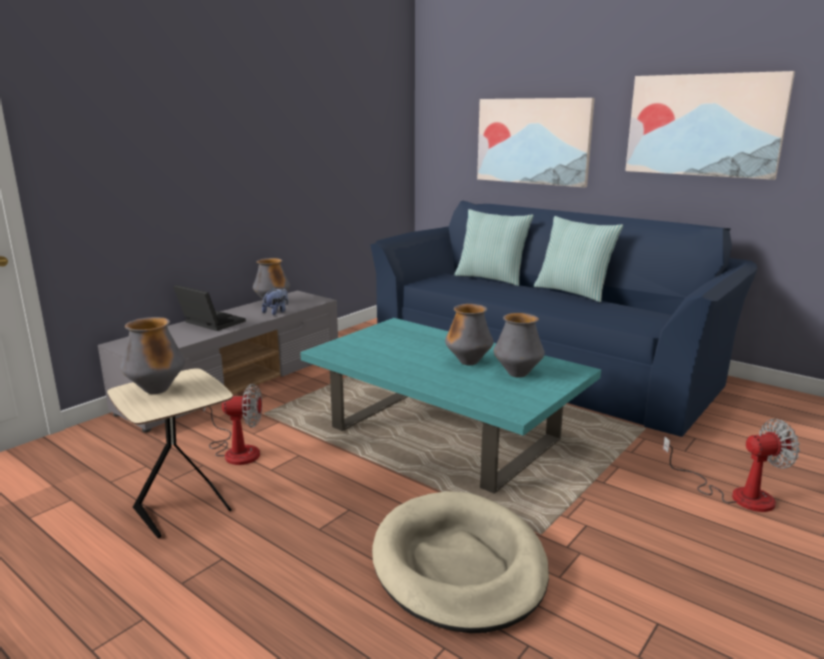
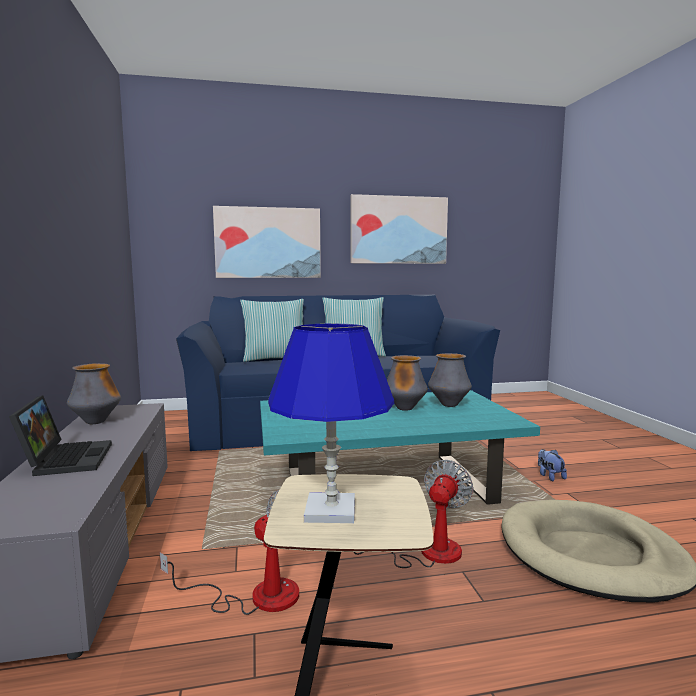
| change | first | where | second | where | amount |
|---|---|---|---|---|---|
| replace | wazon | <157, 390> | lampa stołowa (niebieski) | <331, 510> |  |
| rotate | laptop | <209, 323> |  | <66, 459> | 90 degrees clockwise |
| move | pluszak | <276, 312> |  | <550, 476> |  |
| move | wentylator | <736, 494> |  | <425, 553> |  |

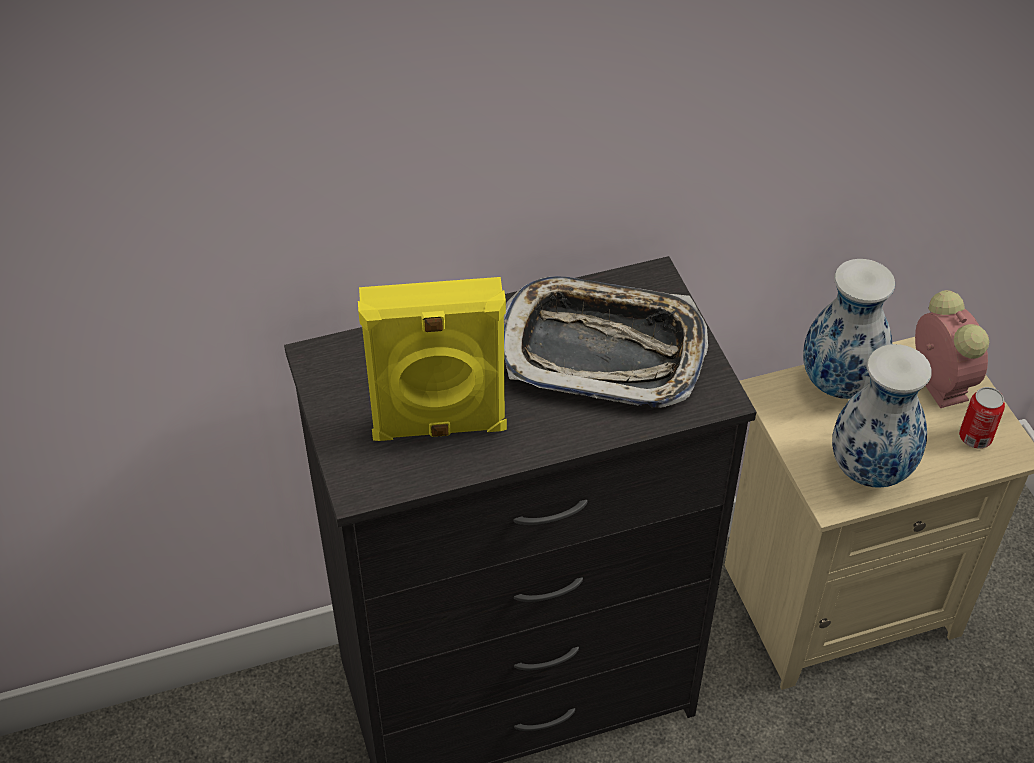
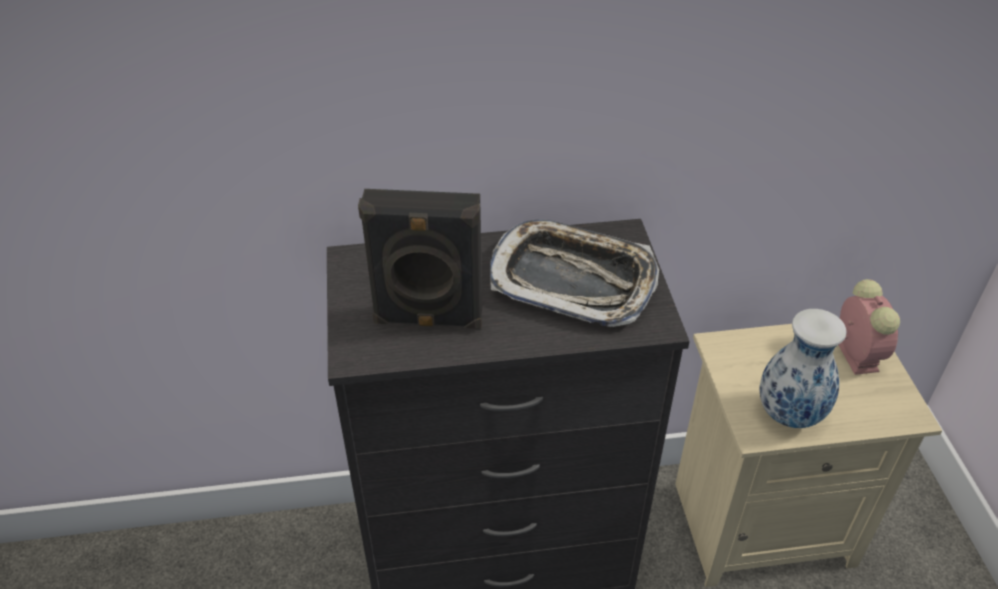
| change | first | where | second | where | amount |
|---|---|---|---|---|---|
| recolor | głośnik (żółty) | <439, 427> | głośnik (czarny) | <428, 320> |  |
| delete | wazon | <841, 384> |  |  |  |
| delete | puszka | <975, 437> |  |  |  |

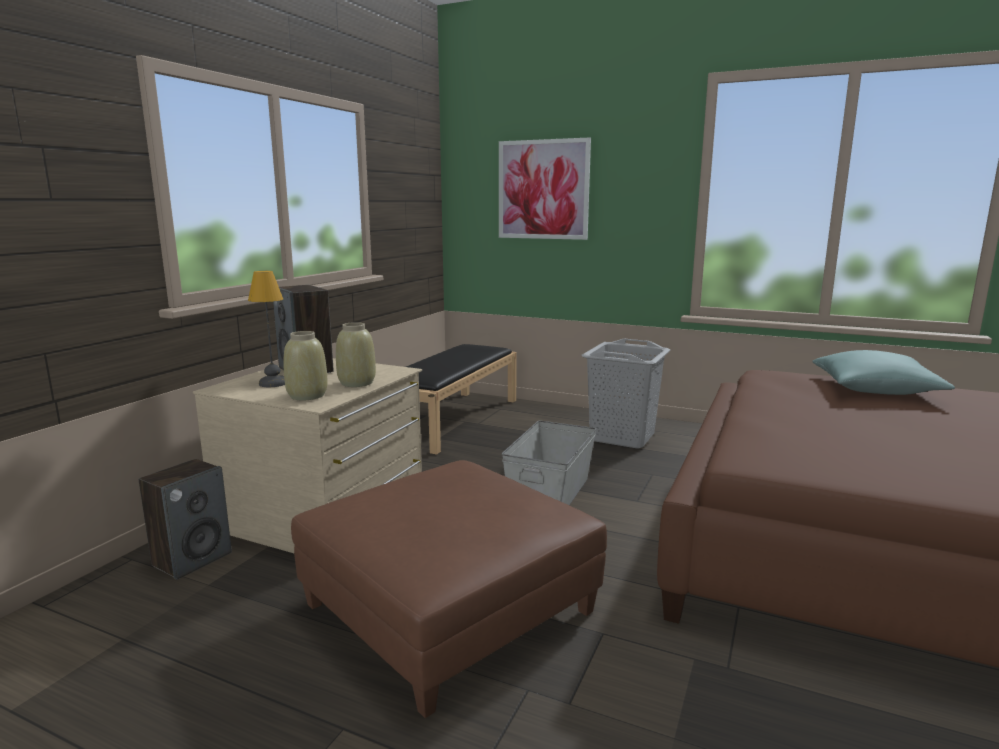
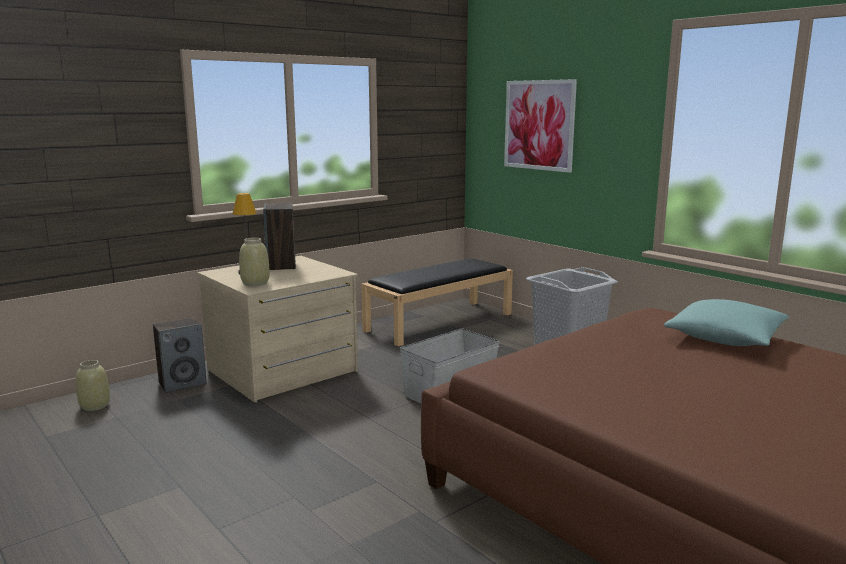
| change | first | where | second | where | amount |
|---|---|---|---|---|---|
| delete | pufa (brązowy) | <450, 608> |  |  |  |
| move | wazon (beżowy) | <356, 383> |  | <94, 406> |  |

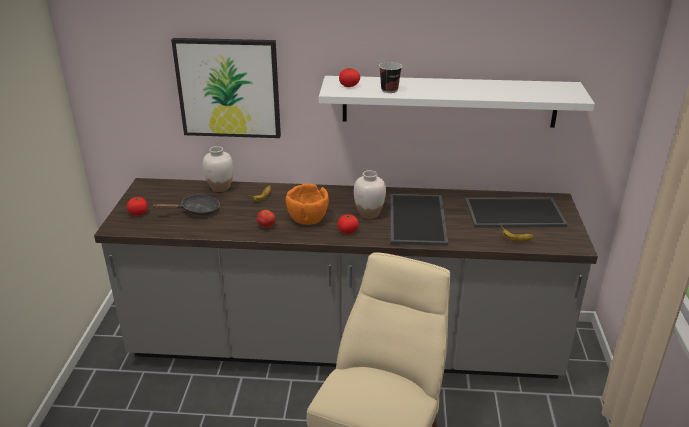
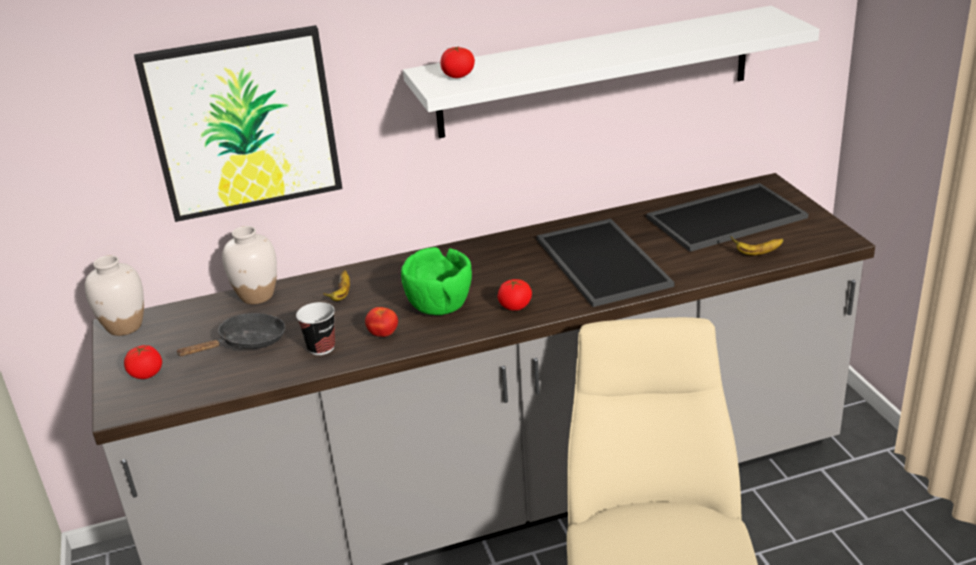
| change | first | where | second | where | amount |
|---|---|---|---|---|---|
| recolor | miska (pomarańczowy) | <307, 219> | miska (zielony) | <439, 306> |  |
| move | wazon (biały) | <369, 213> |  | <124, 327> |  |
| move | filiżanka | <389, 90> |  | <321, 347> |  |

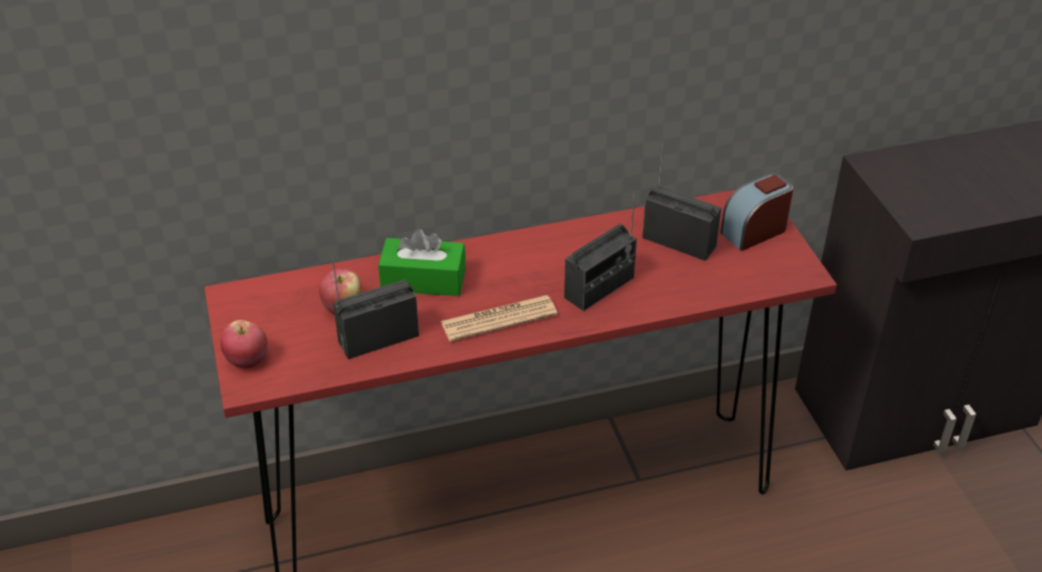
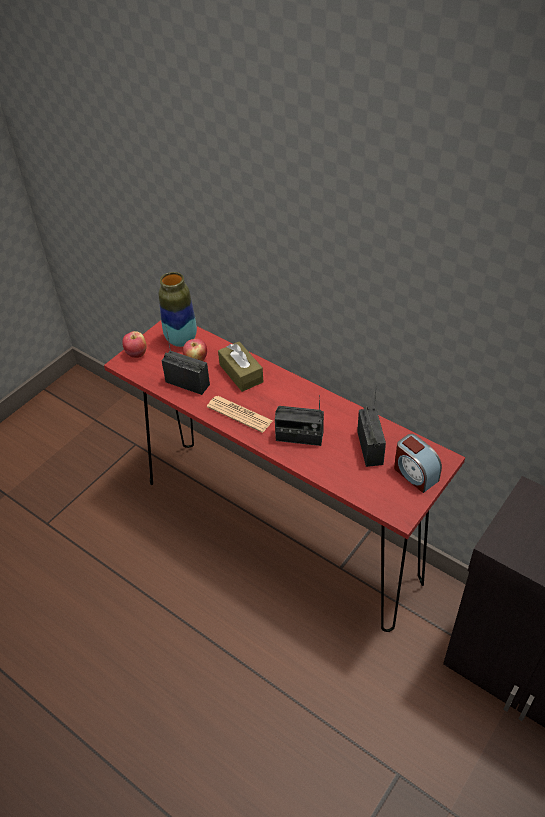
| change | first | where | second | where | amount |
|---|---|---|---|---|---|
| recolor | pudełko chusteczek (zielony) | <423, 280> | pudełko chusteczek (brązowy) | <241, 373> |  |
| rotate | budzik | <754, 231> |  | <415, 474> | 150 degrees counterclockwise |
| insert |  |  | wazon | <181, 339> |  |

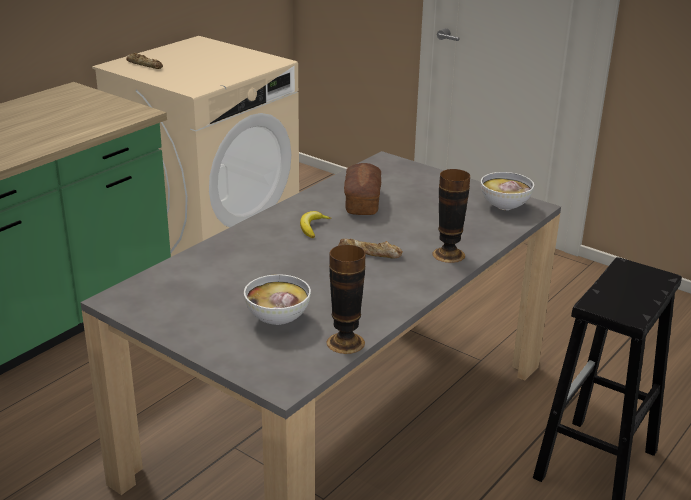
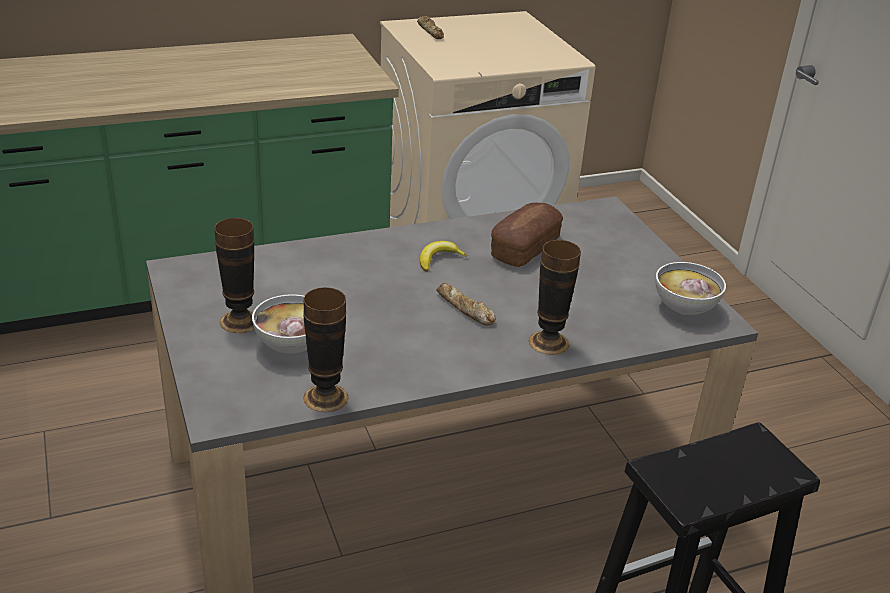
| change | first | where | second | where | amount |
|---|---|---|---|---|---|
| insert |  |  | wazon | <240, 321> |  |

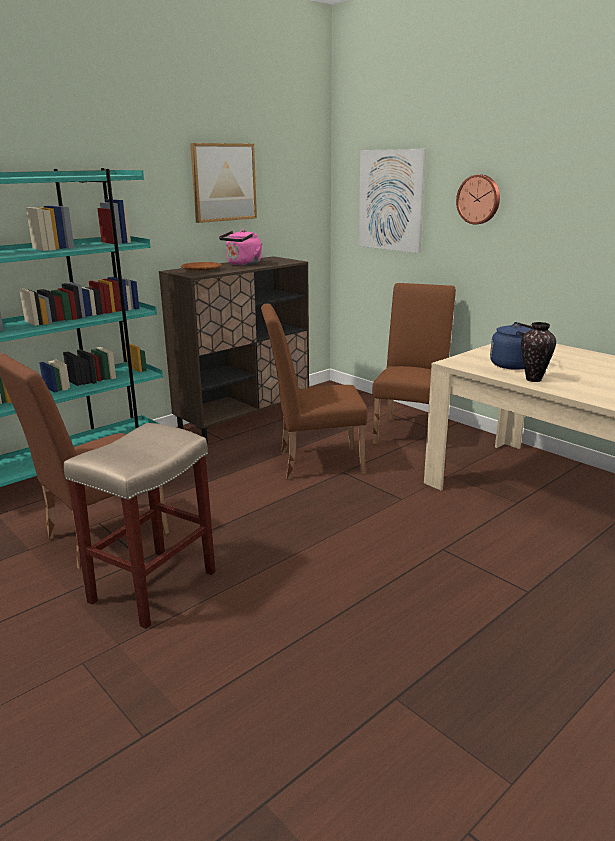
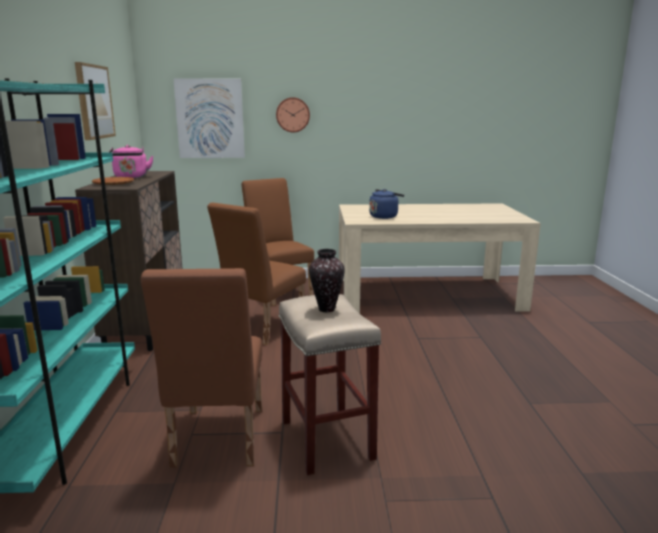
| change | first | where | second | where | amount |
|---|---|---|---|---|---|
| move | wazon | <534, 379> |  | <327, 309> |  |

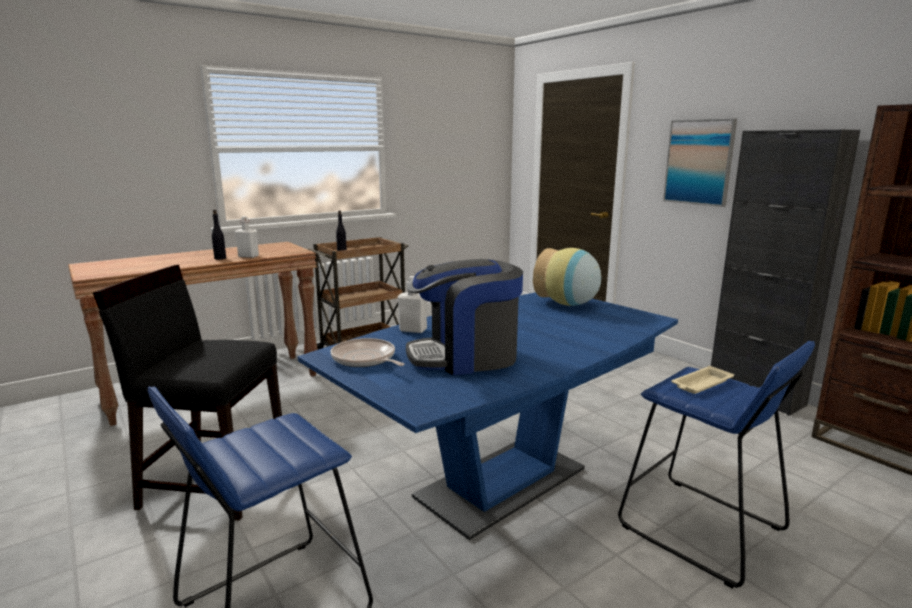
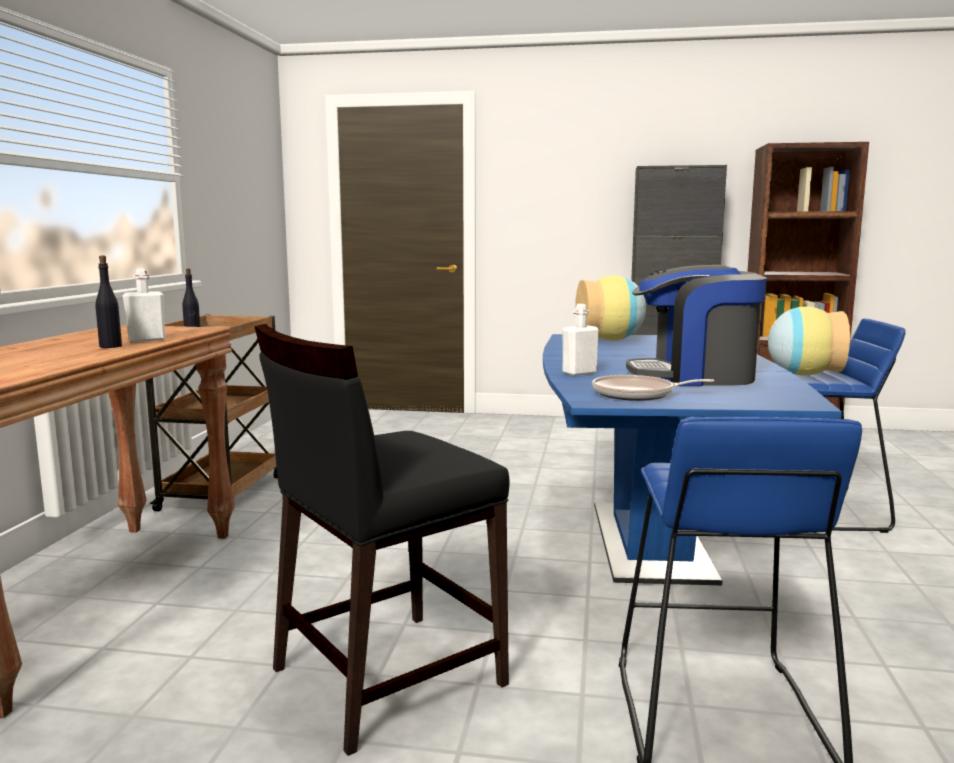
| change | first | where | second | where | amount |
|---|---|---|---|---|---|
| rotate | ekspres do kawy | <465, 357> |  | <694, 376> | 60 degrees clockwise |
| delete | obraz | <699, 162> |  |  |  |
| replace | taca (beżowy) | <701, 384> | wazon | <803, 374> |  |

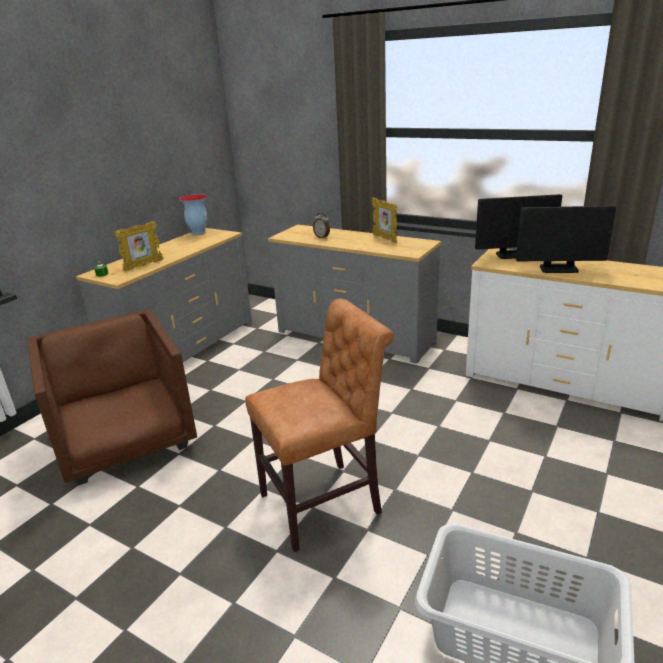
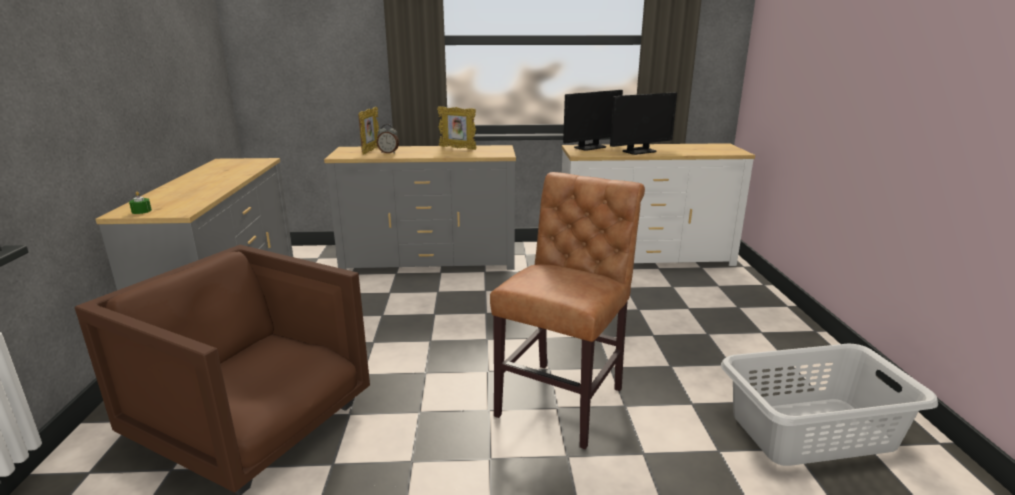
| change | first | where | second | where | amount |
|---|---|---|---|---|---|
| move | ramka na zdjęcie | <143, 266> |  | <371, 151> |  |
| delete | wazon | <198, 232> |  |  |  |

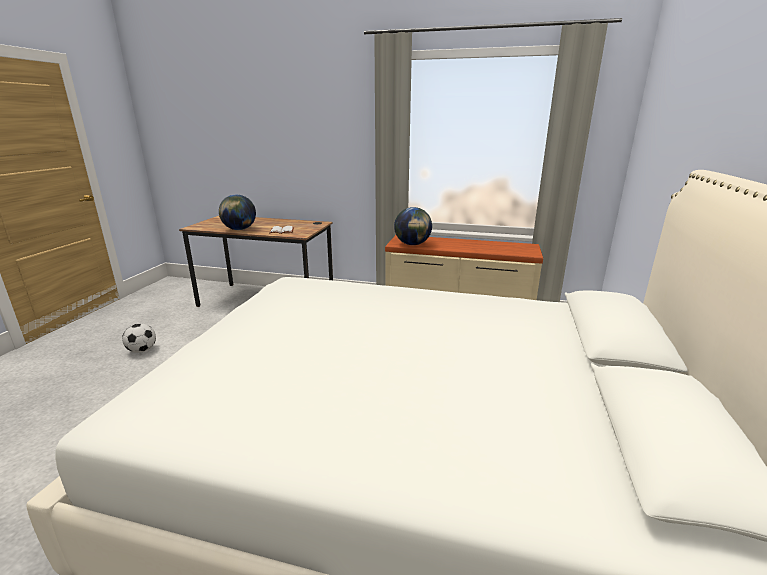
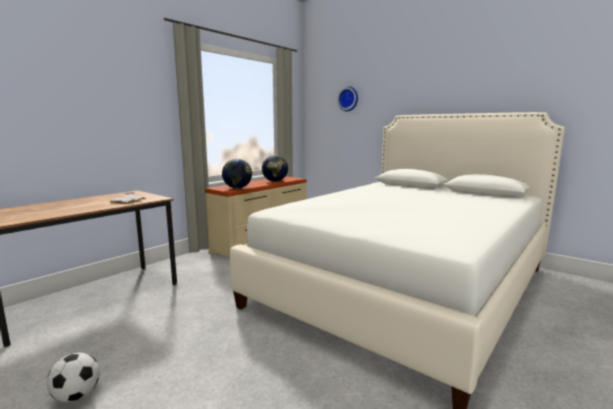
| change | first | where | second | where | amount |
|---|---|---|---|---|---|
| move | globus | <239, 229> |  | <275, 181> |  |
| insert |  |  | zegar ścienny | <348, 99> |  |

